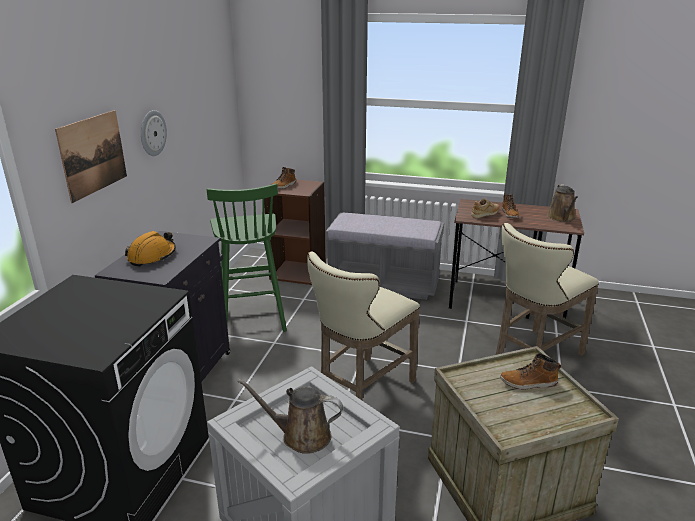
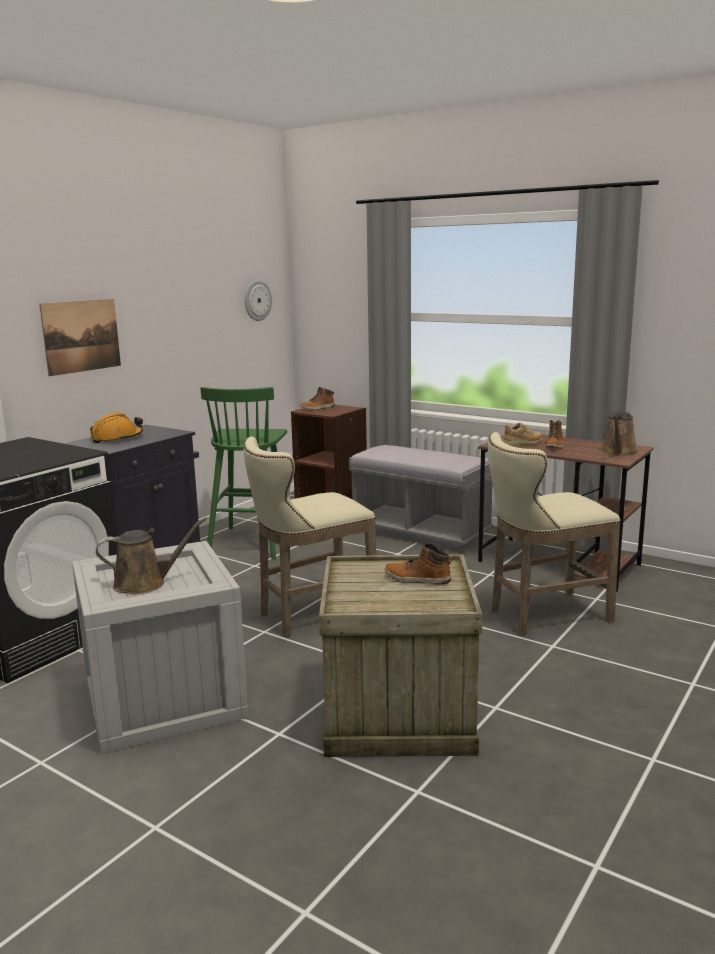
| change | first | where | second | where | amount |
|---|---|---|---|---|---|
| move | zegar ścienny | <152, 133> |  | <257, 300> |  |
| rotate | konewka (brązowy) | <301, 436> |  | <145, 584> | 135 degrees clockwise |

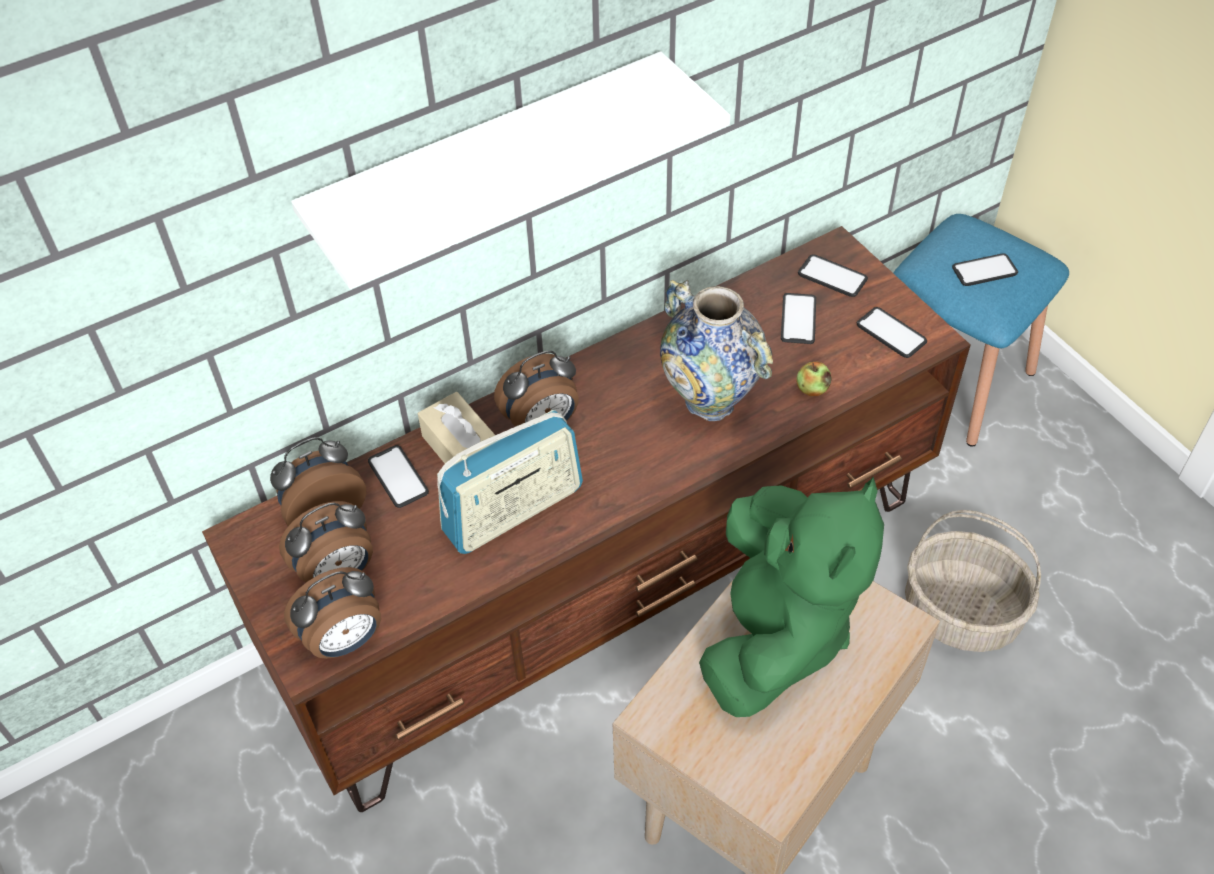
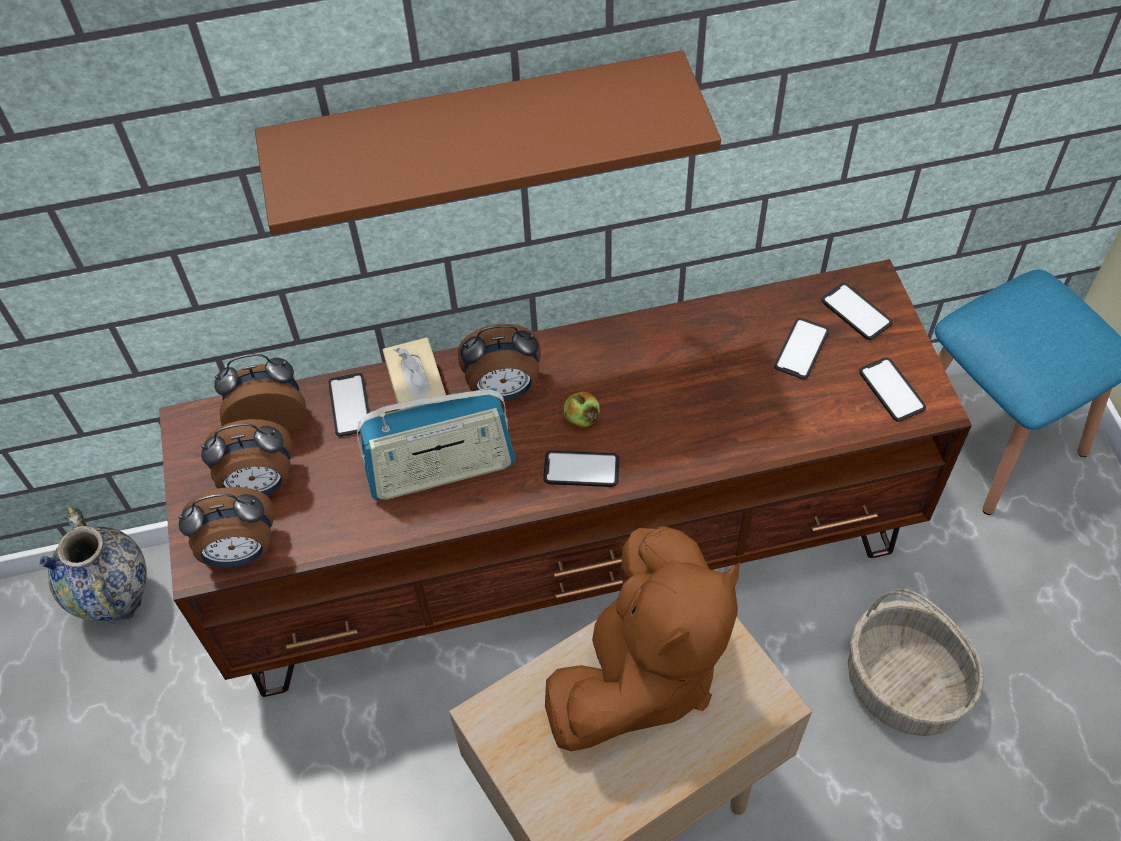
| change | first | where | second | where | amount |
|---|---|---|---|---|---|
| recolor | półka (biały) | <490, 172> | półka (brązowy) | <478, 138> |  |
| move | wazon | <710, 401> |  | <119, 603> |  |
| recolor | pluszak (zielony) | <775, 634> | pluszak (brązowy) | <640, 672> |  |
| move | jabłko | <812, 389> |  | <581, 418> |  |
| move | telefon | <984, 271> |  | <581, 469> |  |

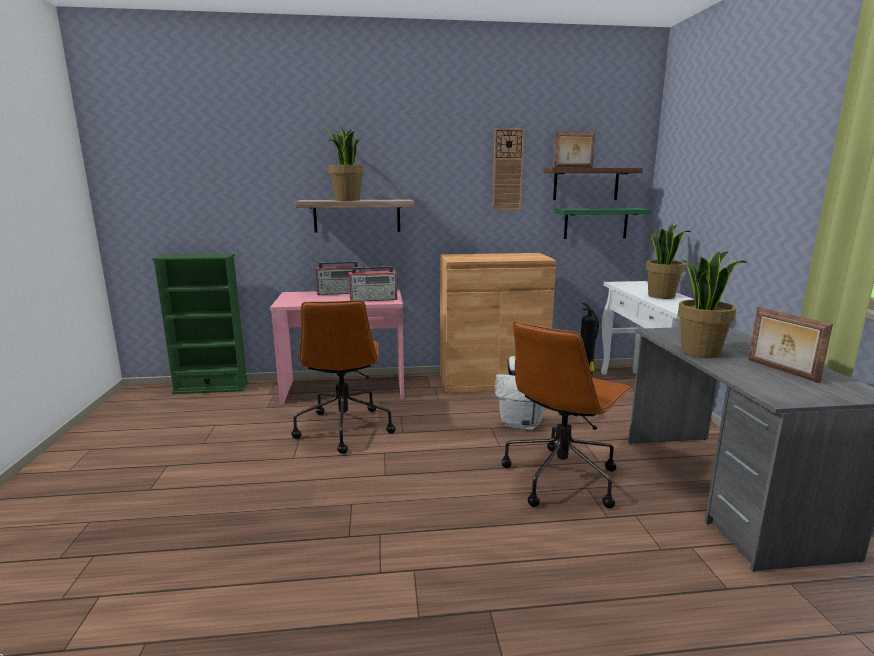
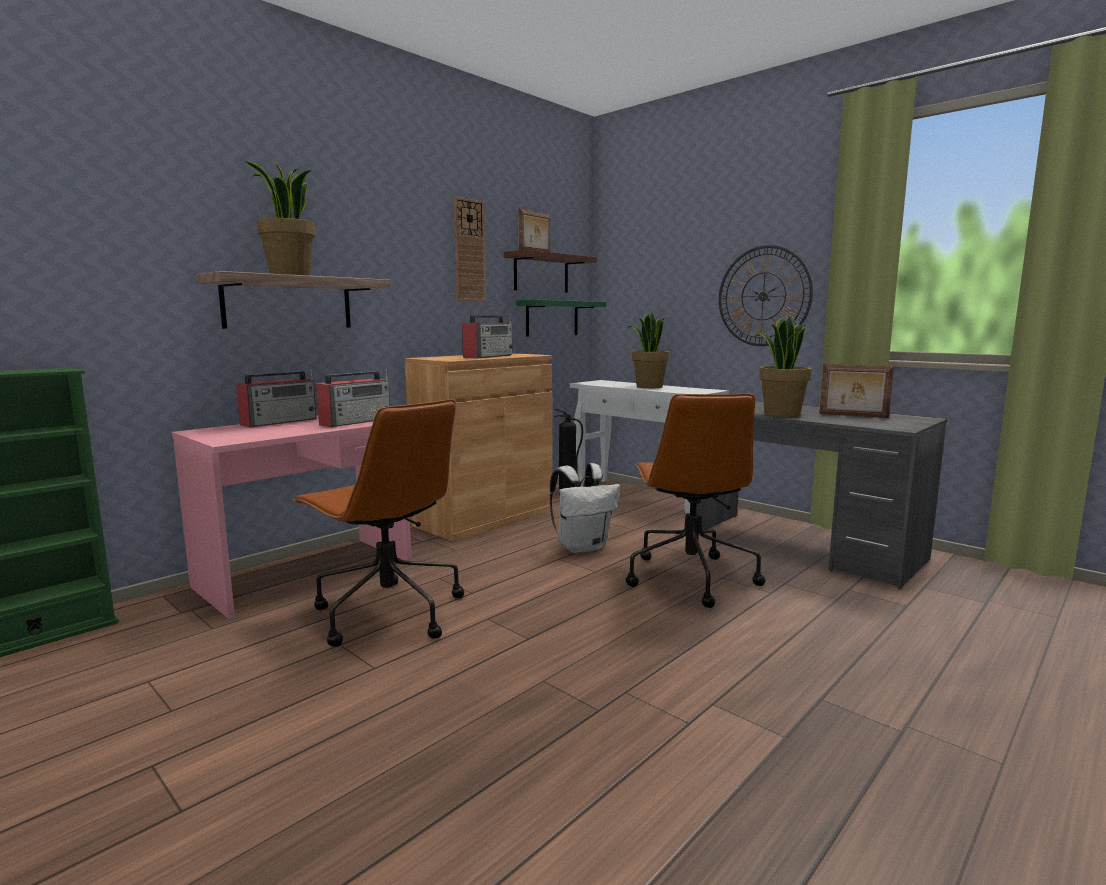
| change | first | where | second | where | amount |
|---|---|---|---|---|---|
| insert |  |  | radio | <488, 356> |  |
| insert |  |  | zegar ścienny | <763, 296> |  |

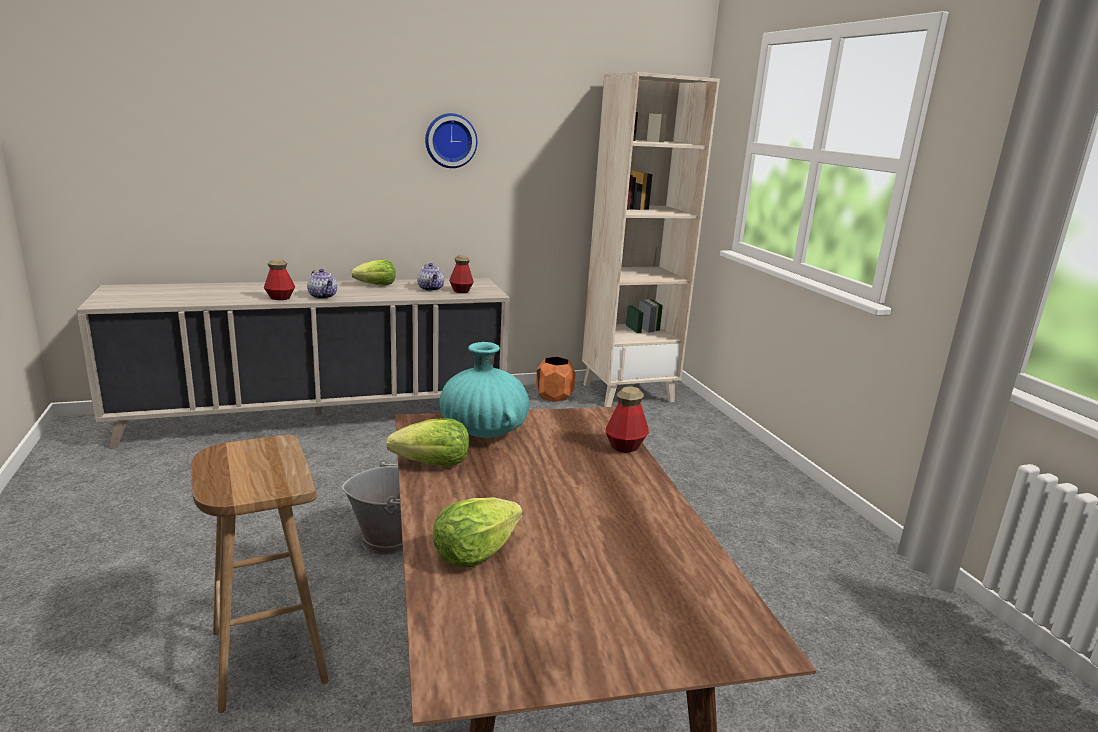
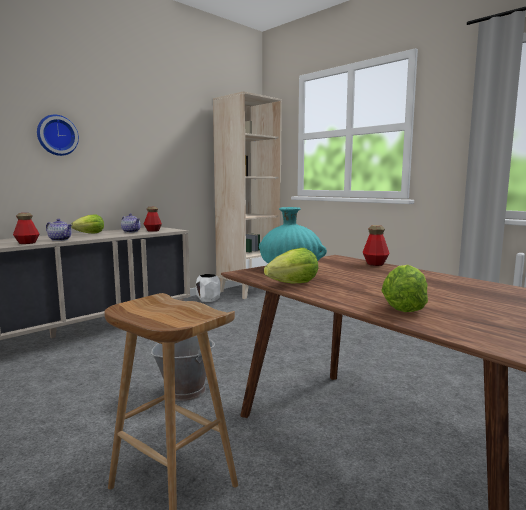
| change | first | where | second | where | amount |
|---|---|---|---|---|---|
| move | zegar ścienny | <450, 140> |  | <57, 135> |  |
| recolor | donica (pomarańczowy) | <554, 396> | donica (biały) | <208, 299> |  |

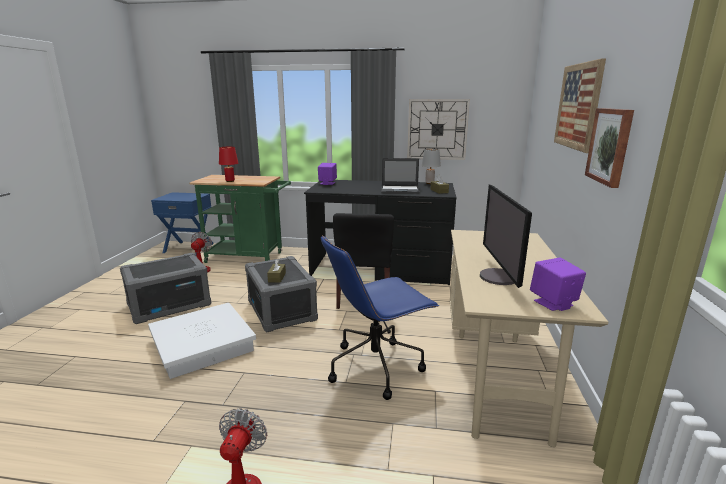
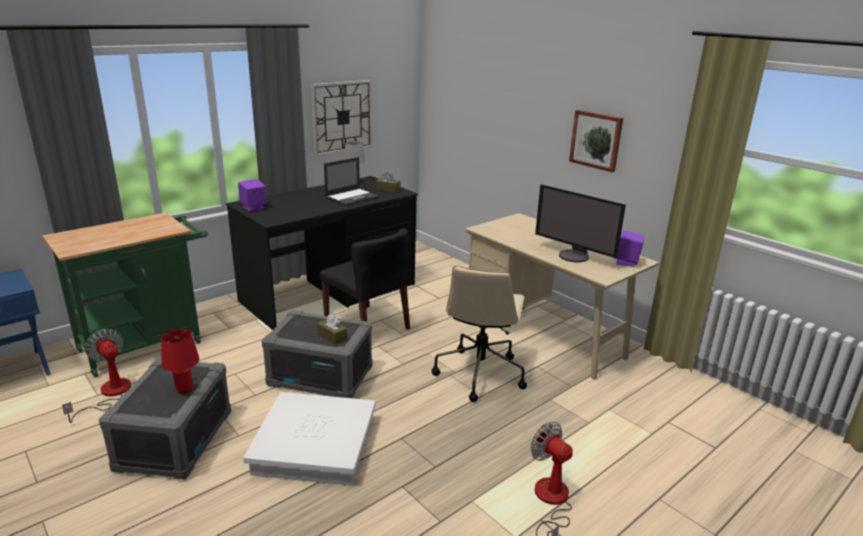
| change | first | where | second | where | amount |
|---|---|---|---|---|---|
| move | lampa stołowa (czerwony) | <230, 181> |  | <184, 389> |  |
| recolor | krzesło biurowe (niebieski) | <376, 366> | krzesło biurowe (beżowy) | <479, 373> |  |
| delete | obraz | <578, 106> |  |  |  |

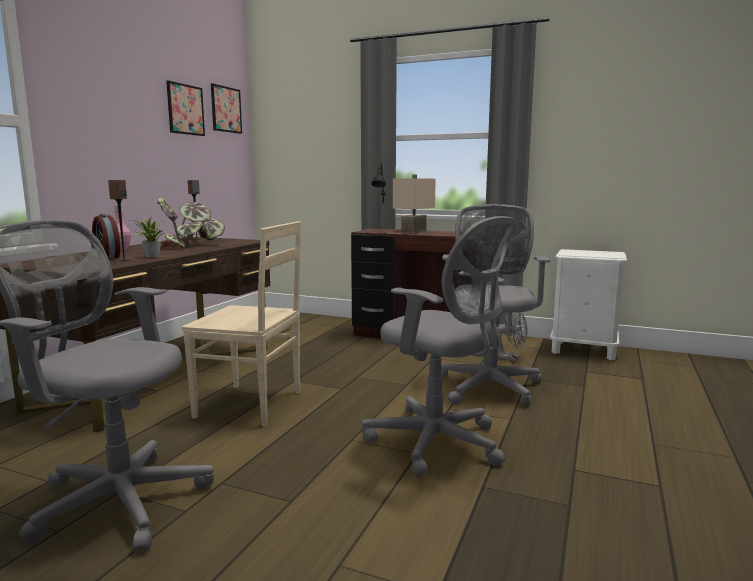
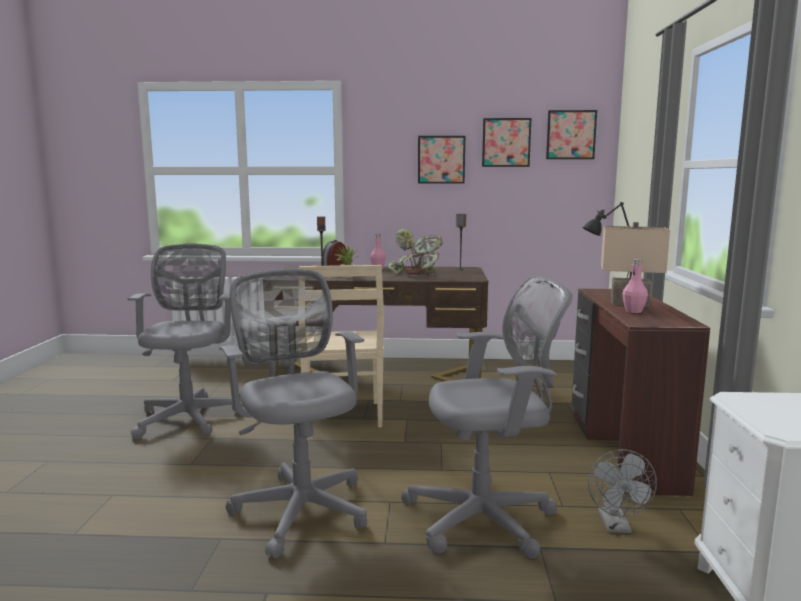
| change | first | where | second | where | amount |
|---|---|---|---|---|---|
| rotate | krzesło biurowe (szary) | <439, 444> |  | <300, 507> | 135 degrees clockwise |
| insert |  |  | obraz | <441, 159> |  |
| insert |  |  | butelka (różowy) | <633, 311> |  |

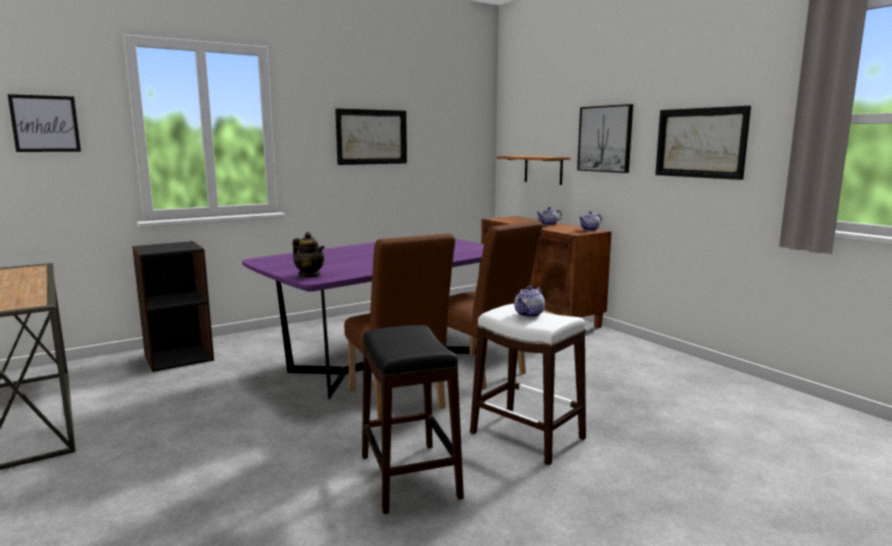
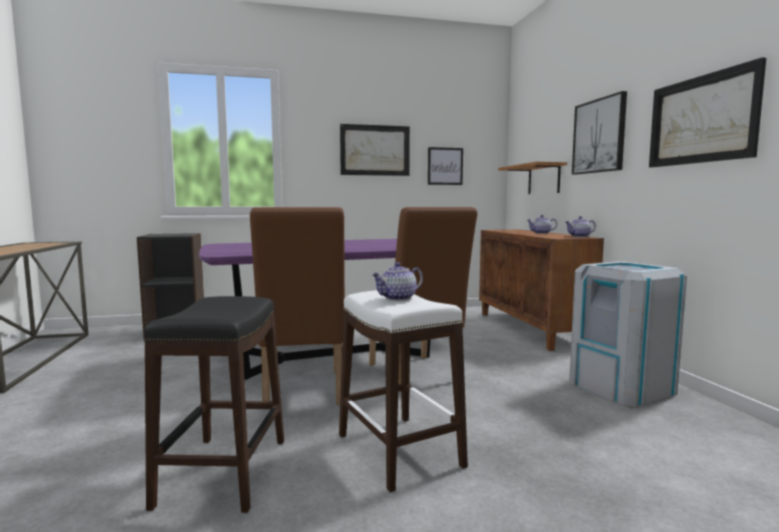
| change | first | where | second | where | amount |
|---|---|---|---|---|---|
| move | obraz | <45, 123> |  | <445, 166> |  |
| delete | imbryk | <310, 275> |  |  |  |
| insert |  |  | kosz na śmieci (szary) | <621, 386> |  |

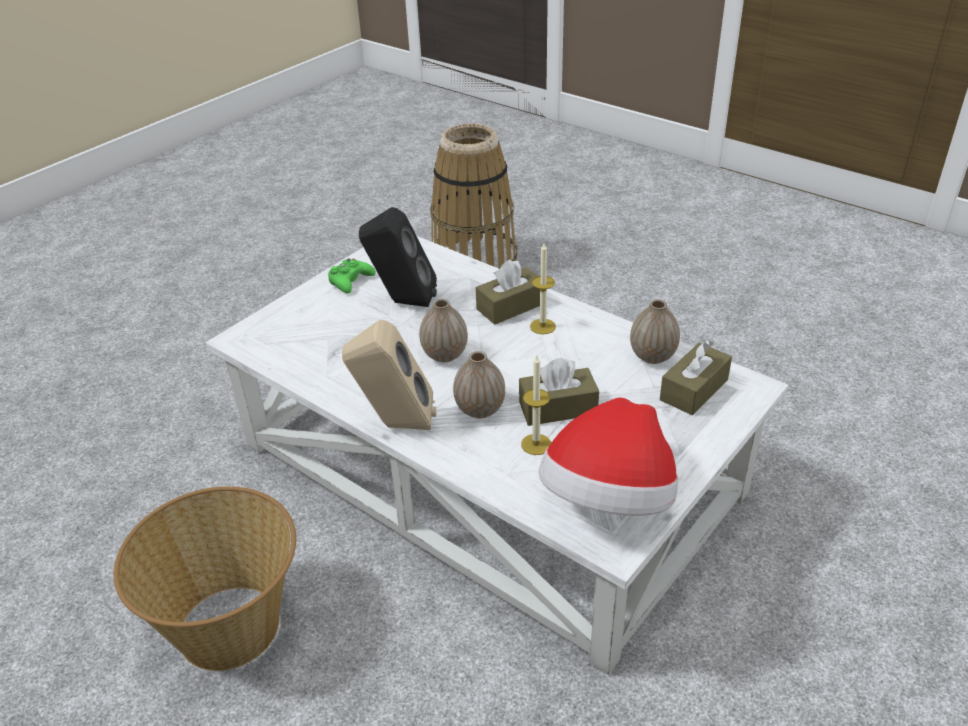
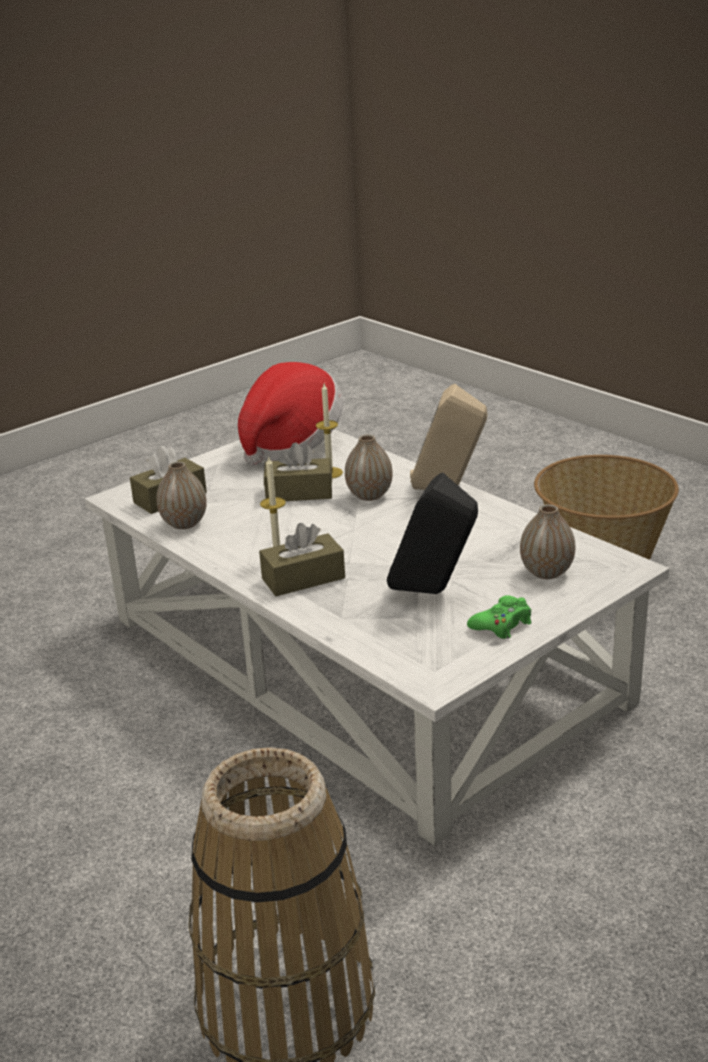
| change | first | where | second | where | amount |
|---|---|---|---|---|---|
| move | wazon | <445, 355> |  | <546, 572> |  |

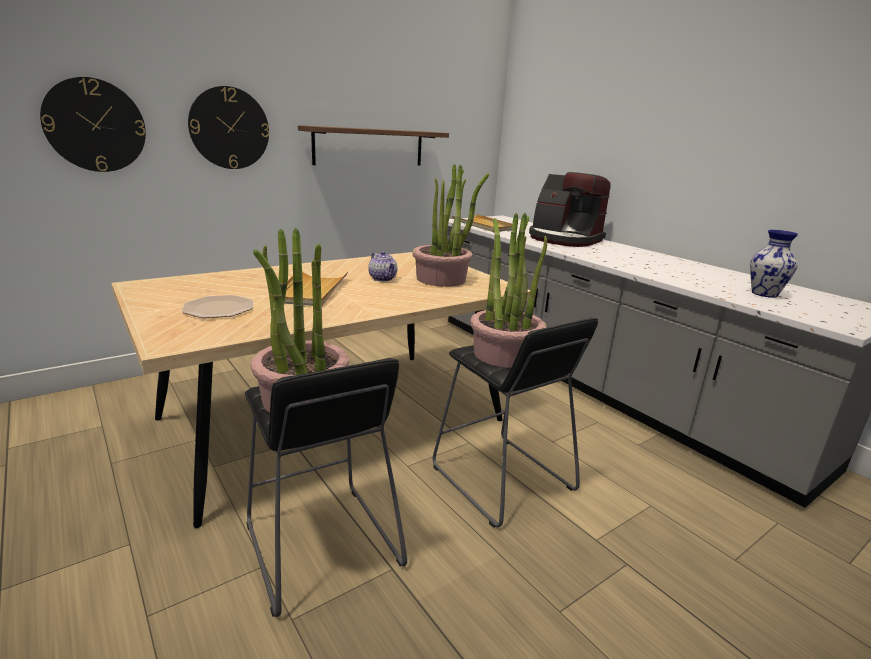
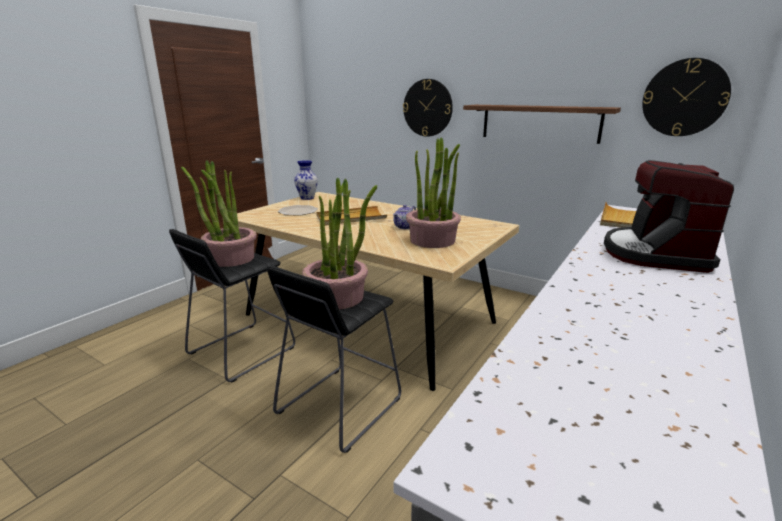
| change | first | where | second | where | amount |
|---|---|---|---|---|---|
| move | zegar ścienny | <95, 125> |  | <684, 98> |  |
| move | wazon | <765, 294> |  | <307, 198> |  |

